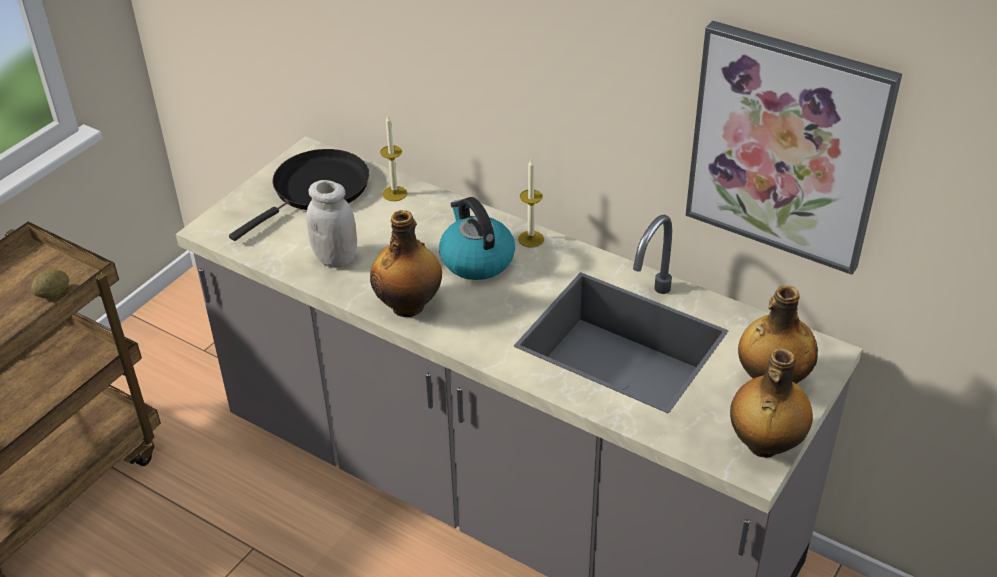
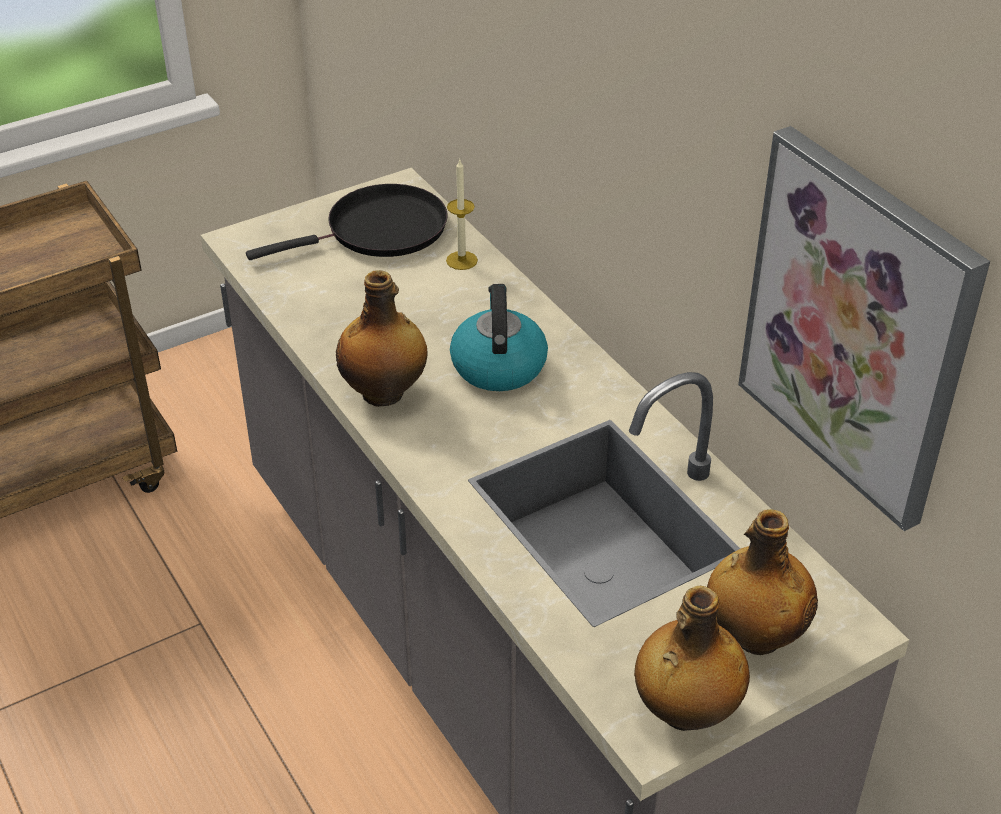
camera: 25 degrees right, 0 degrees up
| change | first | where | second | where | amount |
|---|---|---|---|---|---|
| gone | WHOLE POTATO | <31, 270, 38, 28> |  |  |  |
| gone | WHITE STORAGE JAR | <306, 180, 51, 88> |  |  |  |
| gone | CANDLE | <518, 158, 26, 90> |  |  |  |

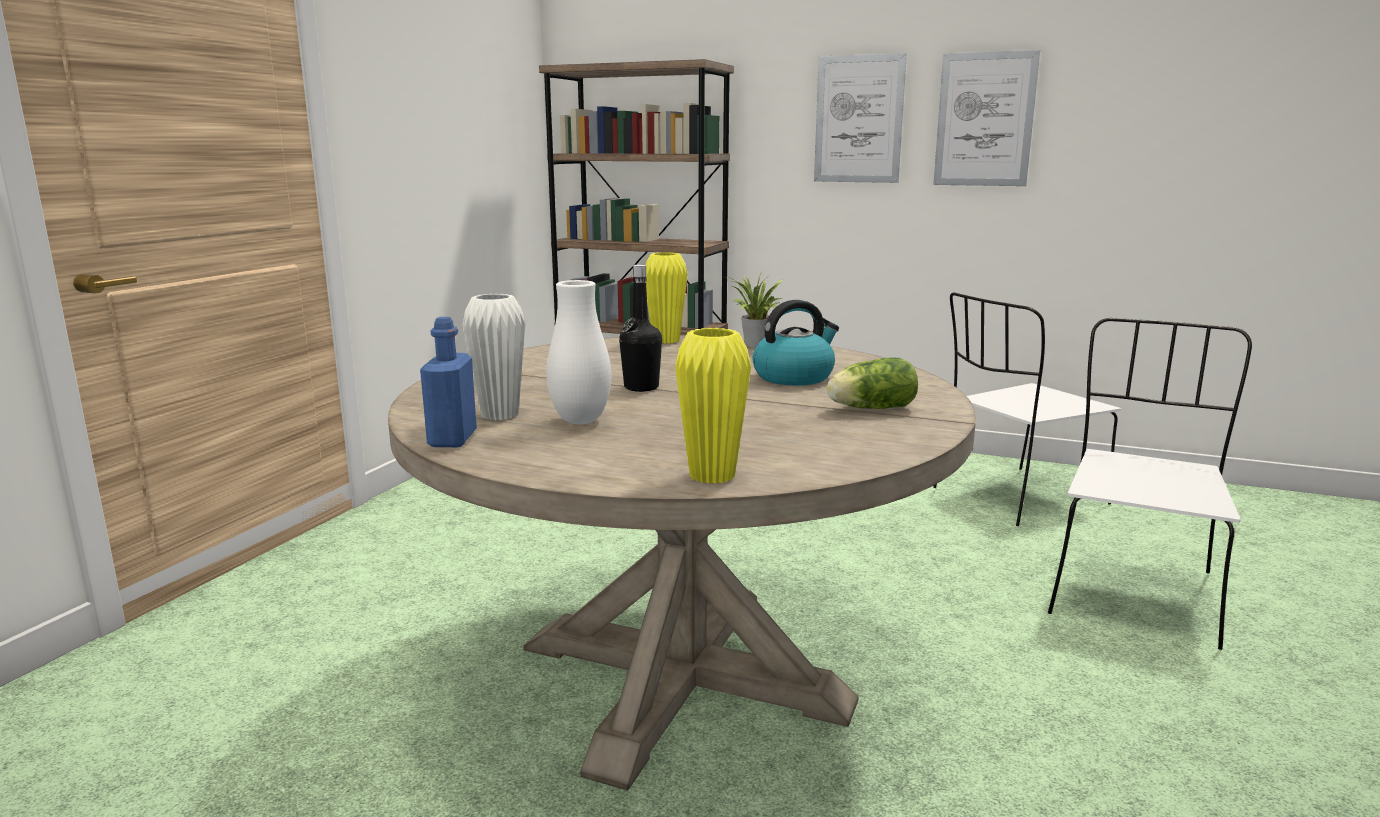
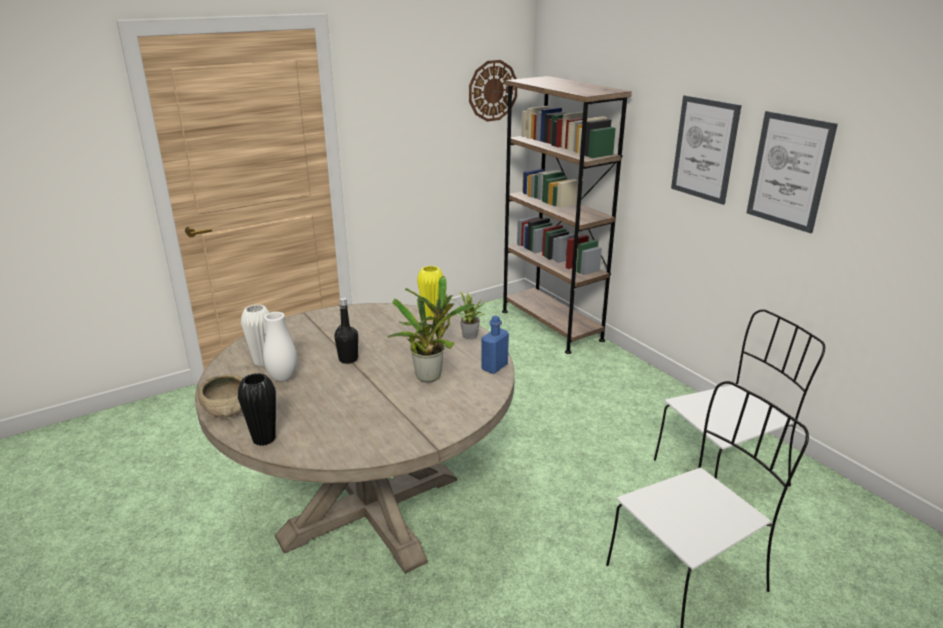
camera: 35 degrees right, 10 degrees up
| change | first | where | second | where | amount |
|---|---|---|---|---|---|
| new |  |  | SAND-COLOURED DEEP DISH | <197, 375, 46, 43> |  |
| repainted | YELLOW-COLOURED FLOWER VASE | <675, 328, 76, 156> | BLACK-COLOURED FLOWER VASE | <238, 373, 38, 73> |  |
| swapped | KETTLE | <752, 300, 87, 86> | PLANT IN A POT | <387, 276, 88, 106> |  |
| new |  |  | HANGING CLOCK | <469, 60, 48, 62> |  |
| shifted | BLUE-COLOURED BOTTLE | <420, 317, 57, 130> |  | <481, 315, 28, 59> |  |
| rotated | WHITE UPRIGHT CHAIR | <933, 292, 188, 234> |  | <654, 309, 171, 178> | 150 degrees clockwise |
| gone | LETTUCE HEAD | <827, 358, 91, 51> |  |  |  |

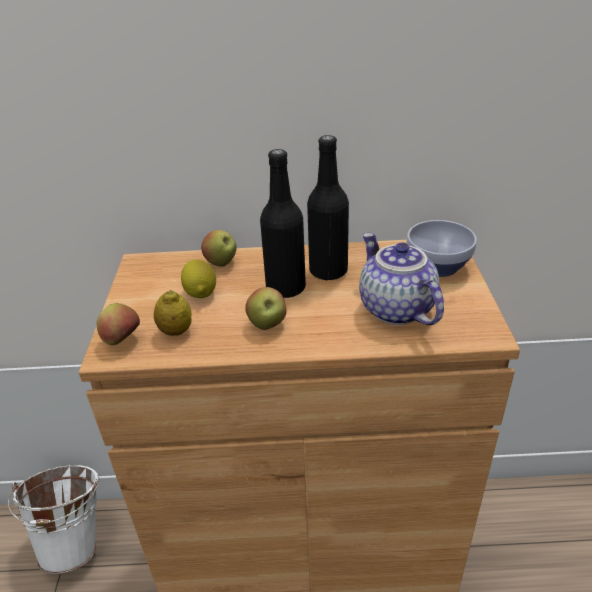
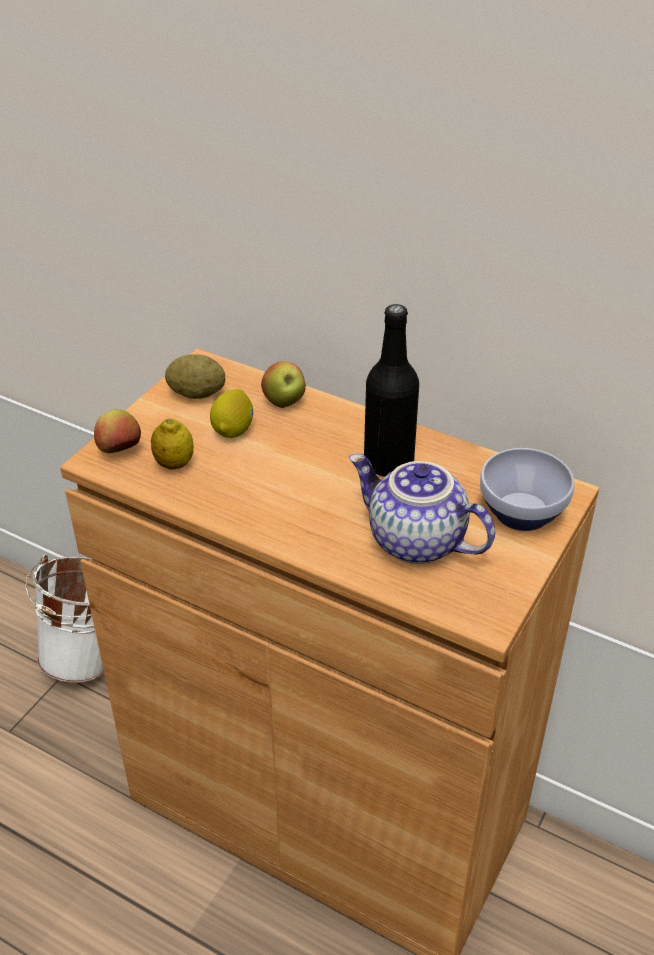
camera: 30 degrees right, 5 degrees up
| change | first | where | second | where | amount |
|---|---|---|---|---|---|
| new |  |  | WHOLE POTATO | <165, 354, 60, 45> |  |
| rotated | POT FOR TEA | <359, 233, 85, 92> |  | <349, 454, 146, 110> | 60 degrees counterclockwise |
| gone | WHOLE APPLE | <245, 287, 42, 43> |  |  |  |
| gone | BLACK-COLOURED BOTTLE | <260, 149, 46, 149> |  |  |  |

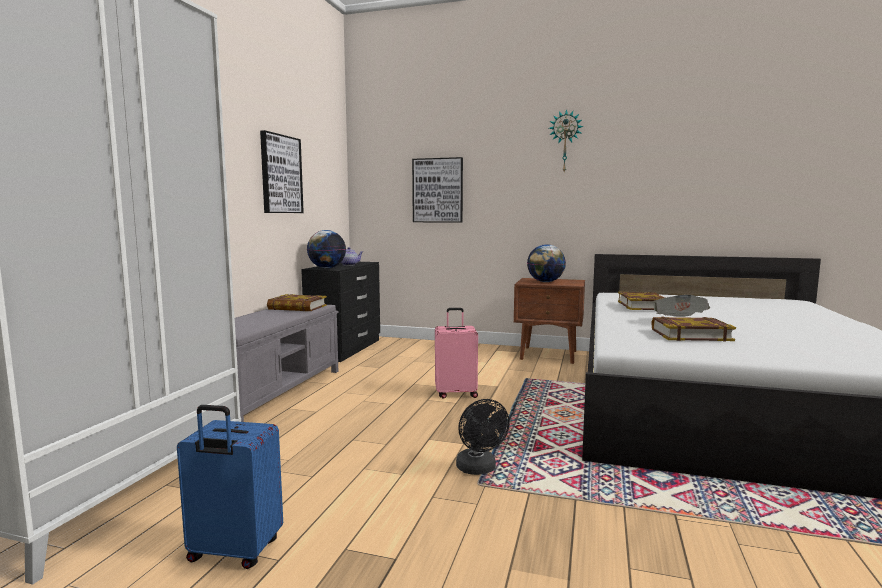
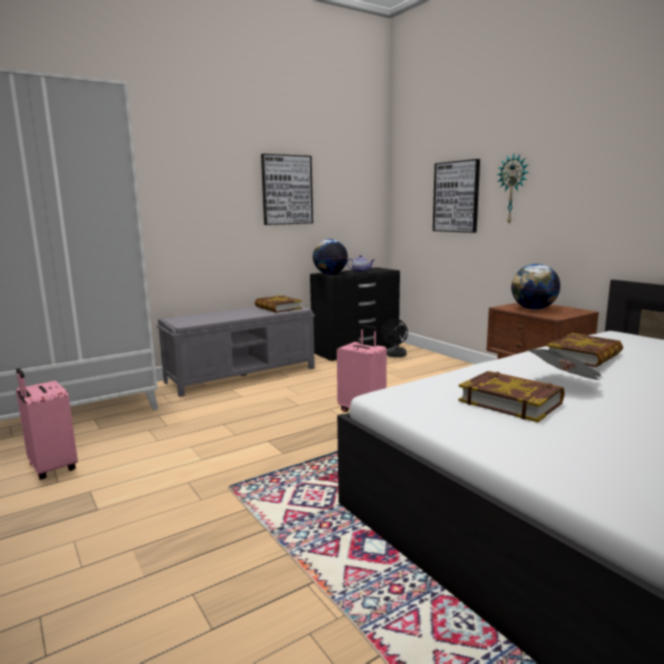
camera: 40 degrees right, 5 degrees up
| change | first | where | second | where | amount |
|---|---|---|---|---|---|
| repainted | BLUE-COLOURED TRAVEL CASE | <177, 405, 106, 164> | PINK TRAVEL CASE | <16, 368, 62, 112> |  |
| shifted | BLACK-COLOURED ELECTRIC FAN | <456, 399, 54, 76> |  | <381, 318, 27, 39> |  |
| shifted | HANGING CLOCK | <549, 109, 35, 63> |  | <497, 154, 32, 69> |  |

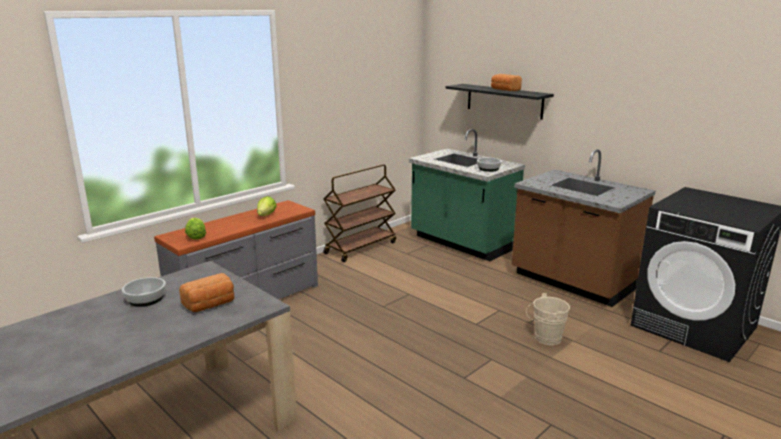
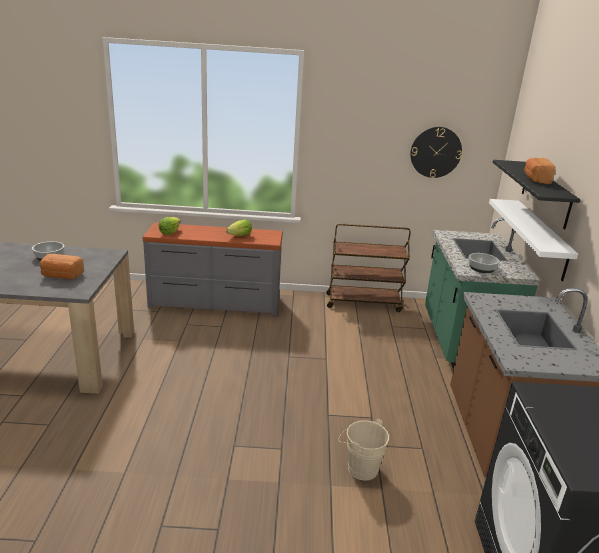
camera: 45 degrees right, 5 degrees up
| change | first | where | second | where | amount |
|---|---|---|---|---|---|
| new |  |  | HANGING CLOCK | <410, 127, 52, 51> |  |
| new |  |  | WHITE SHELF | <489, 199, 89, 82> |  |

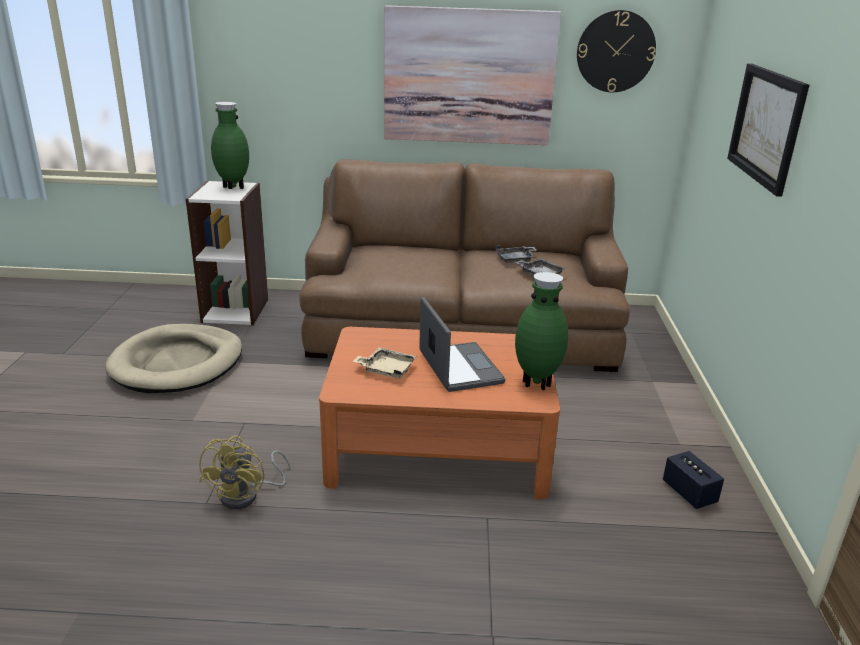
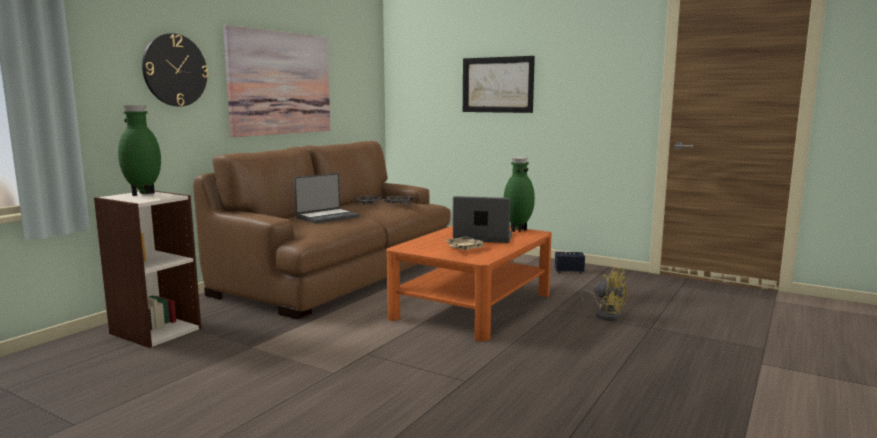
camera: 60 degrees left, 15 degrees down
| change | first | where | second | where | amount |
|---|---|---|---|---|---|
| shifted | HANGING CLOCK | <577, 10, 79, 82> |  | <142, 33, 66, 73> |  |
| new |  |  | PORTABLE COMPUTER | <294, 173, 66, 51> |  |
| shifted | YELLOW-COLOURED ELECTRIC FAN | <199, 435, 91, 74> |  | <580, 266, 47, 55> |  |
| gone | SAND-COLOURED DOG BED | <105, 324, 137, 69> |  |  |  |

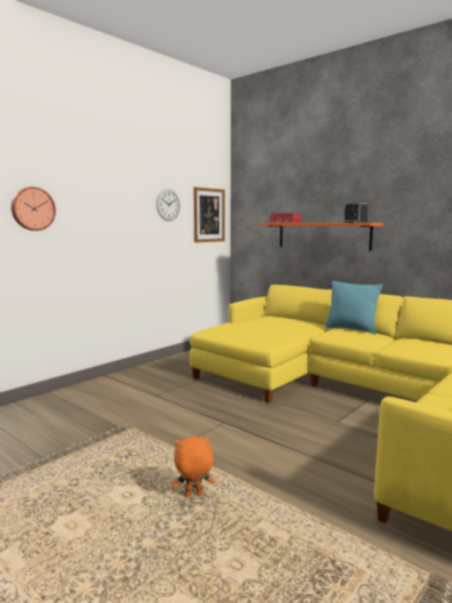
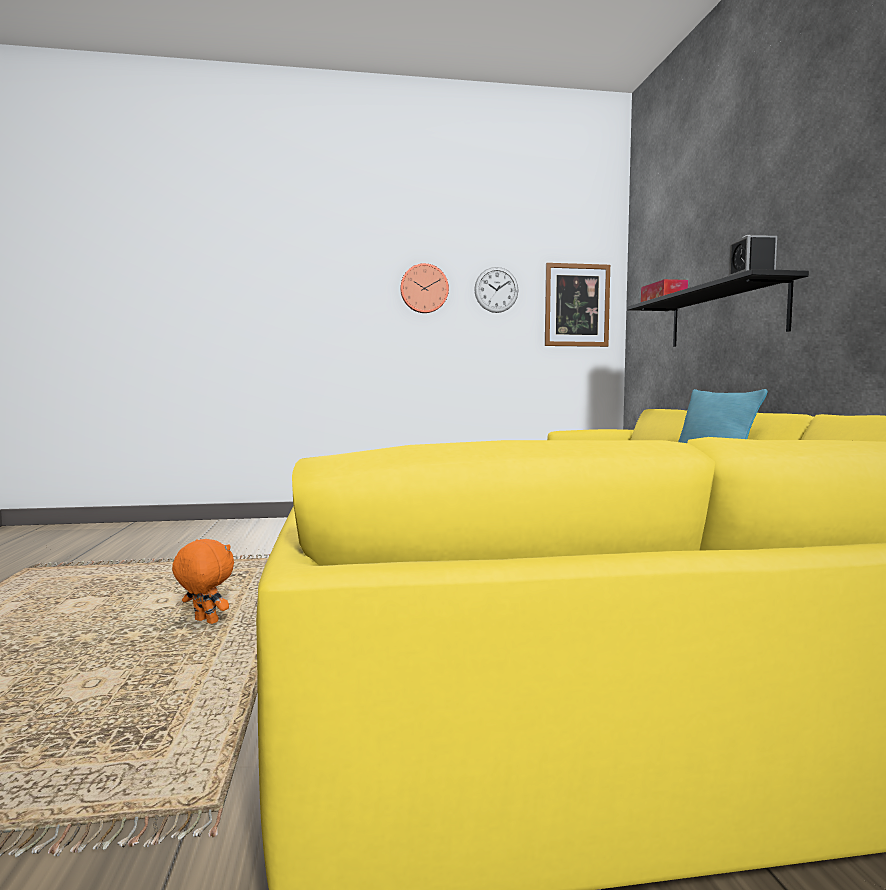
camera: 40 degrees right, 5 degrees down
| change | first | where | second | where | amount |
|---|---|---|---|---|---|
| shifted | HANGING CLOCK | <11, 187, 45, 44> |  | <400, 263, 49, 50> |  |
| repainted | ORANGE-COLOURED SHELF | <259, 223, 124, 28> | BLACK-COLOURED SHELF | <627, 269, 182, 78> |  |

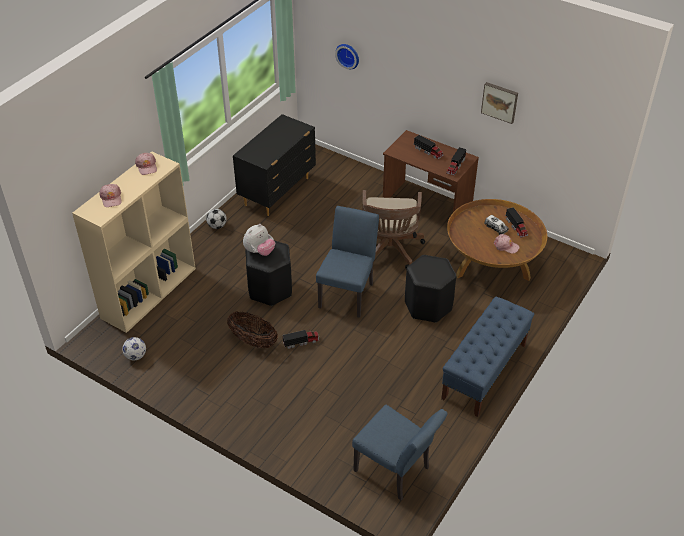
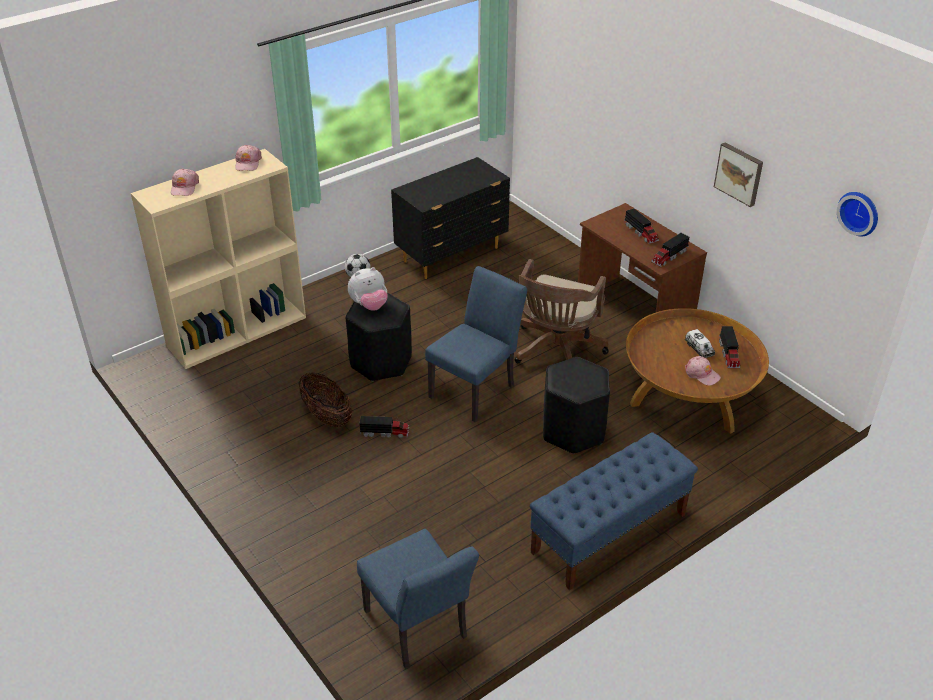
camera: 20 degrees right, 5 degrees down
| change | first | where | second | where | amount |
|---|---|---|---|---|---|
| shifted | HANGING CLOCK | <335, 44, 24, 25> |  | <837, 192, 41, 45> |  |
| gone | FOOTBALL | <122, 337, 24, 23> |  |  |  |

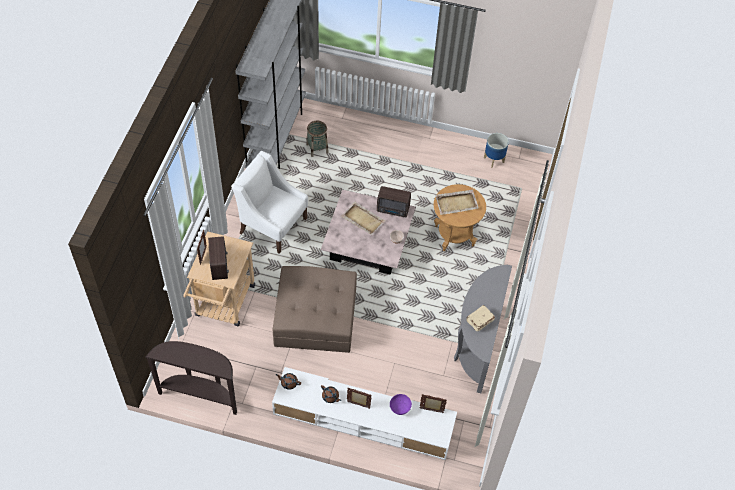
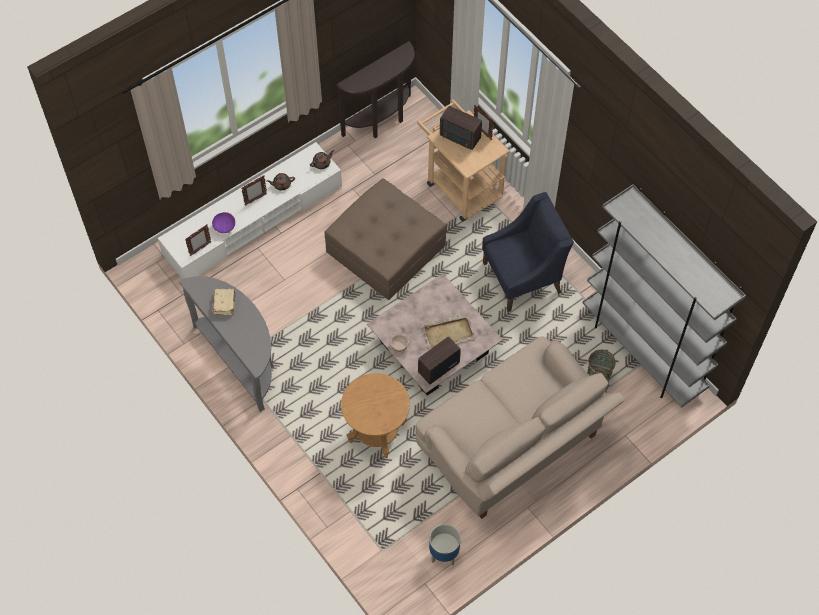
camera: 130 degrees right, 5 degrees up
| change | first | where | second | where | amount |
|---|---|---|---|---|---|
| new |  |  | SAND-COLOURED SETTEE | <415, 336, 210, 183> |  |
| repainted | WHITE LOUNGE CHAIR | <231, 151, 77, 103> | BLUE-COLOURED LOUNGE CHAIR | <482, 192, 92, 120> |  |
| gone | SAND-COLOURED CARRYING TRAY | <435, 189, 44, 26> |  |  |  |

